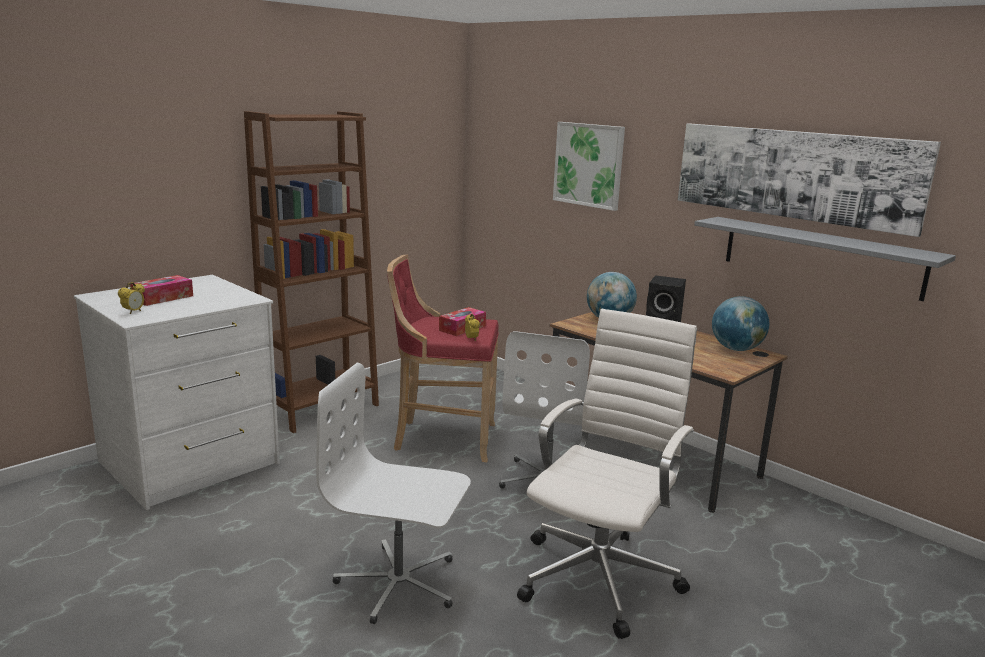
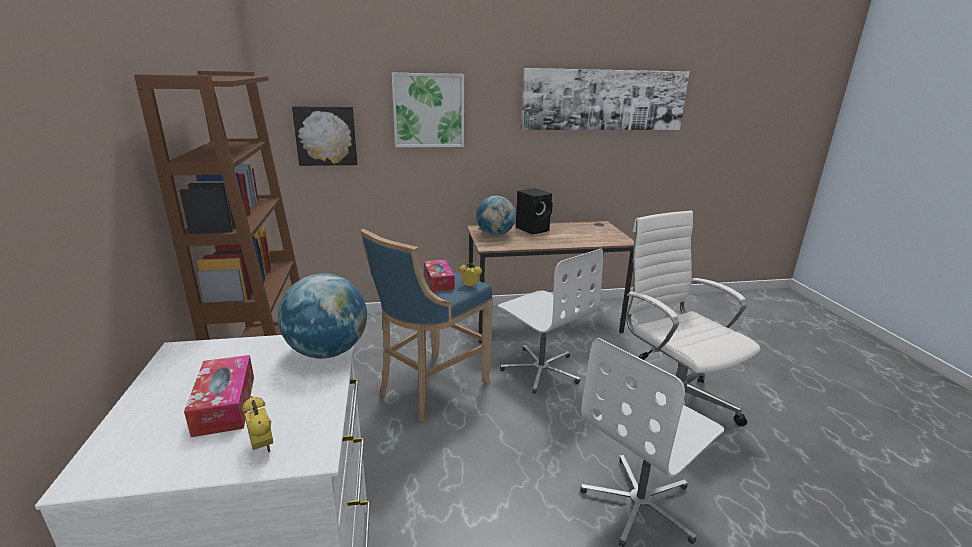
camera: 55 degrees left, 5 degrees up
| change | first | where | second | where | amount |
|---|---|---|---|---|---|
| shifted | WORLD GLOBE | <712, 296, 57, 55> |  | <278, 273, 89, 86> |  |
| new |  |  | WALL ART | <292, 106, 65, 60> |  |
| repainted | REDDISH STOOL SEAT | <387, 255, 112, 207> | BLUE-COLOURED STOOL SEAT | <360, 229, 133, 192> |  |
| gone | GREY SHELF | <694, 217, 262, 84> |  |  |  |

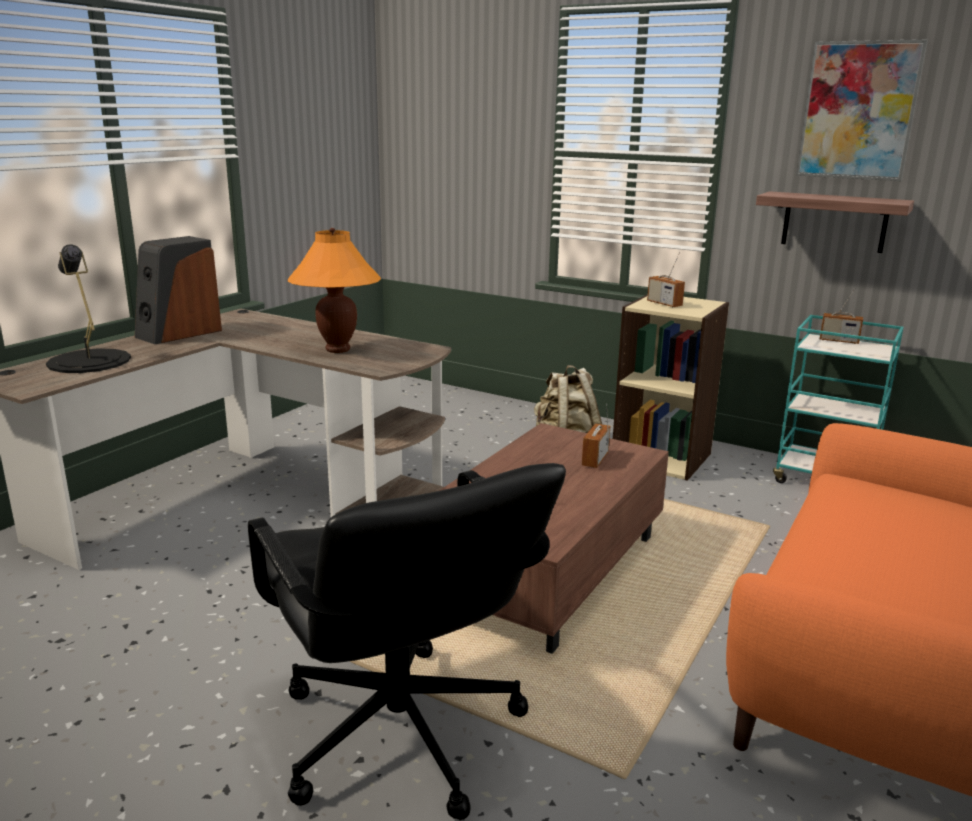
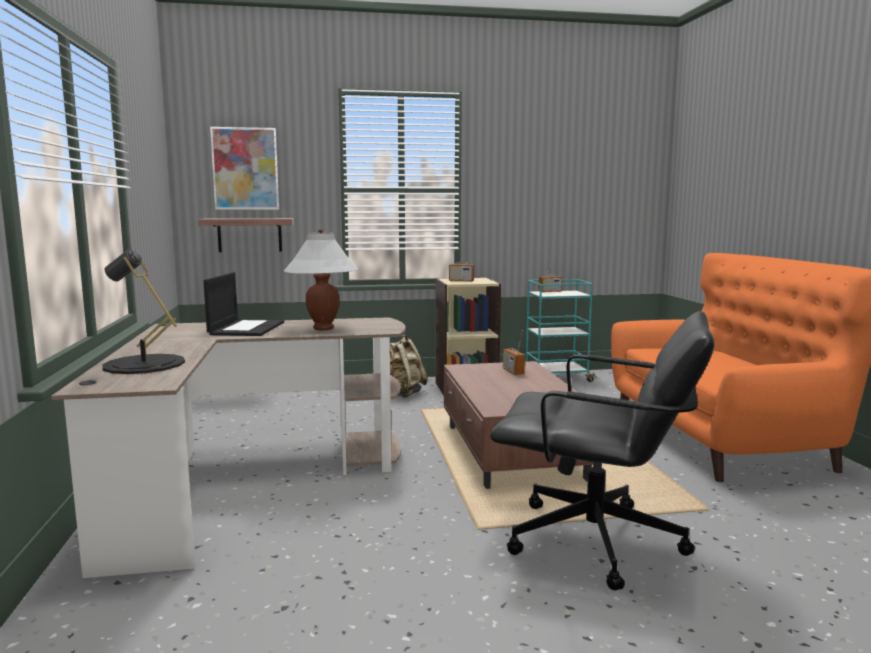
camera: 40 degrees left, 10 degrees down
| change | first | where | second | where | amount |
|---|---|---|---|---|---|
| shifted | SHELF | <756, 191, 158, 62> |  | <198, 218, 96, 34> |  |
| new |  |  | PORTABLE COMPUTER | <204, 272, 80, 64> |  |
| shifted | WALL ART | <796, 39, 132, 142> |  | <210, 127, 69, 83> |  |
| repainted | ORANGE-COLOURED TABLETOP LAMP | <288, 228, 93, 125> | WHITE TABLETOP LAMP | <284, 229, 75, 101> |  |
| gone | LOUDSPEAKER | <135, 236, 87, 108> |  |  |  |

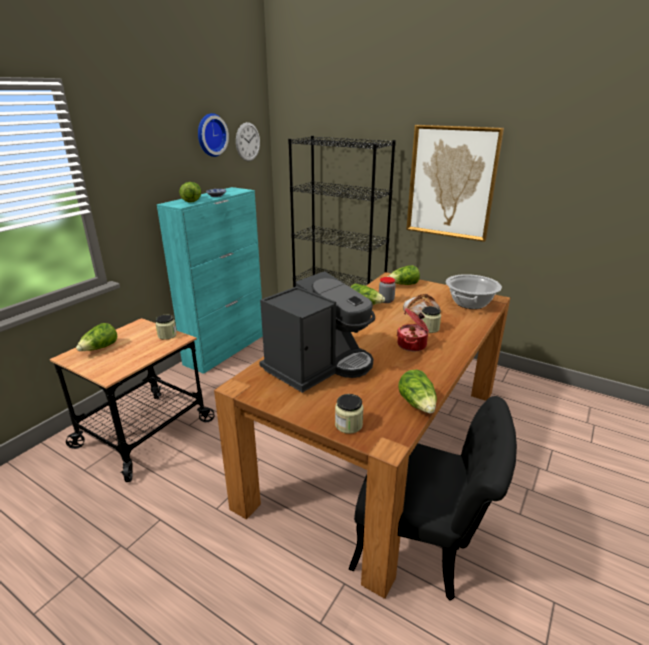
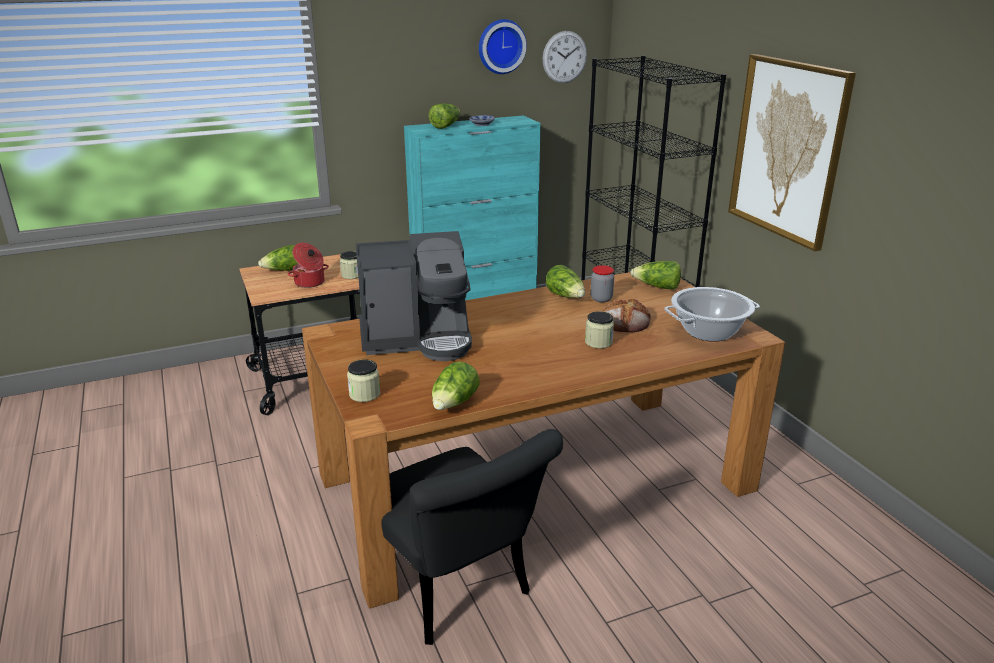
camera: 35 degrees right, 0 degrees up
| change | first | where | second | where | amount |
|---|---|---|---|---|---|
| shifted | STOCKPOT | <397, 308, 32, 43> |  | <288, 243, 41, 45> |  |

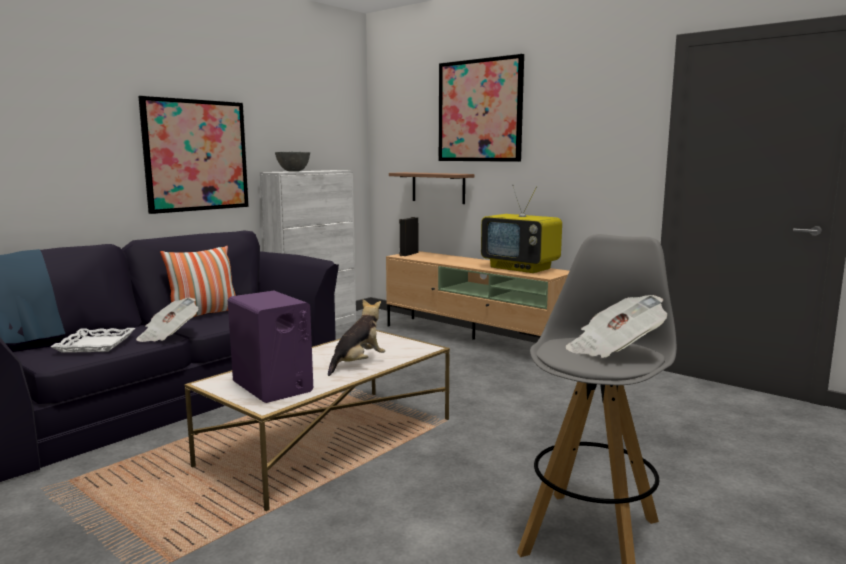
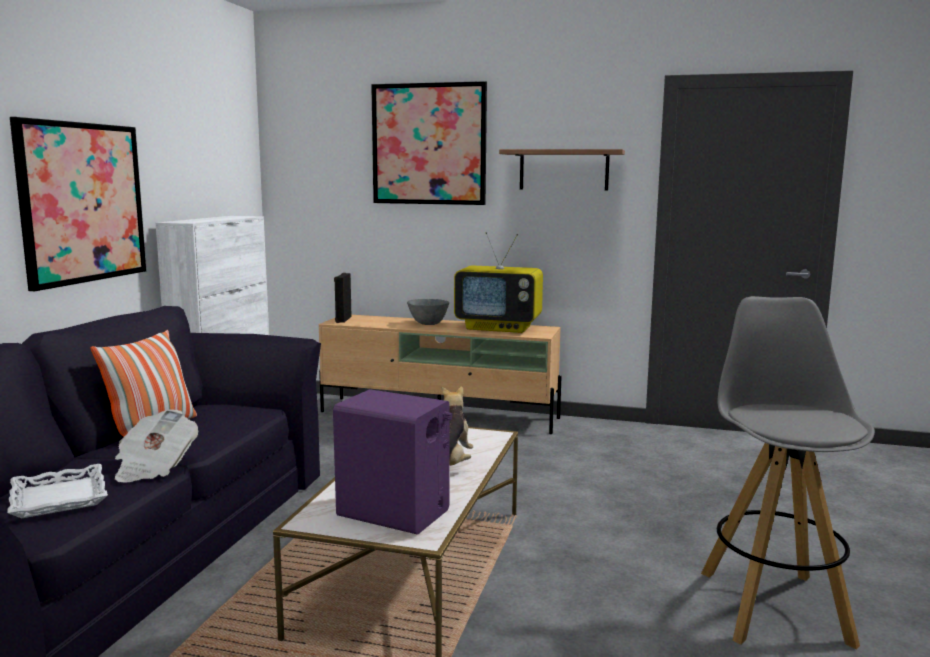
camera: 25 degrees left, 0 degrees up
| change | first | where | second | where | amount |
|---|---|---|---|---|---|
| shifted | GREY DEEP DISH | <275, 152, 35, 20> |  | <407, 299, 42, 26> |  |
| shifted | SHELF | <389, 172, 85, 32> |  | <499, 149, 126, 42> |  |
| gone | PRINTED PAPER | <566, 295, 101, 63> |  |  |  |

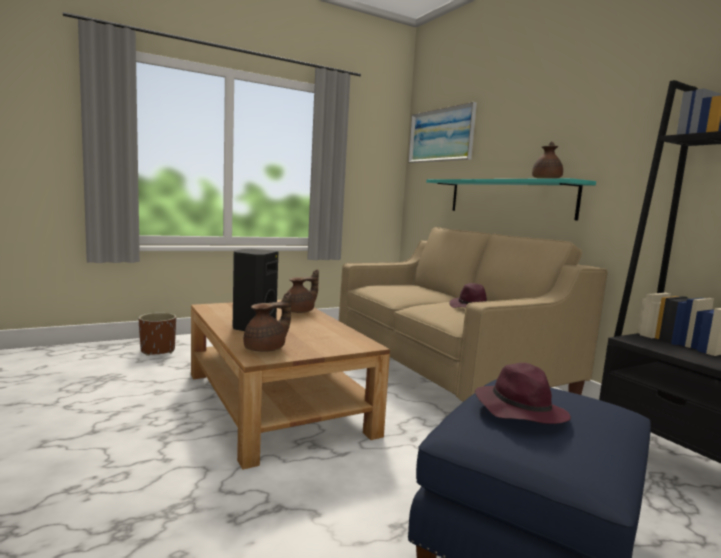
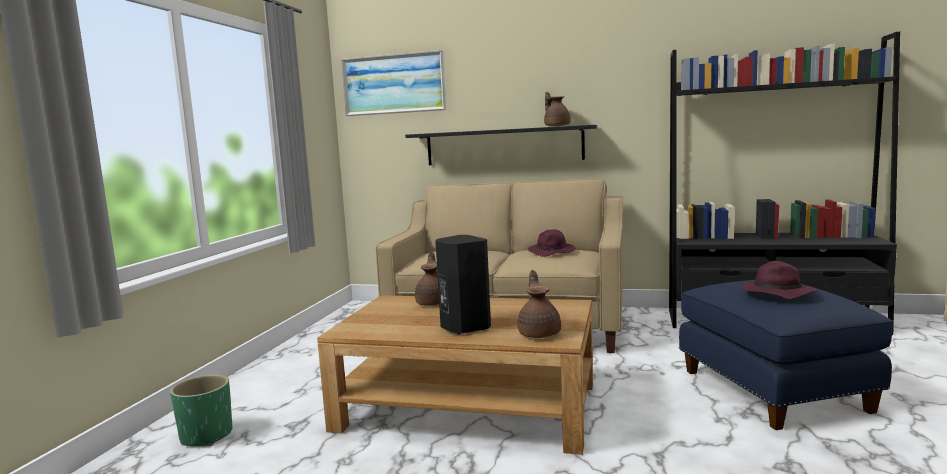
camera: 45 degrees left, 0 degrees up
| change | first | where | second | where | amount |
|---|---|---|---|---|---|
| repainted | BROWN-COLOURED FLOWER POT | <139, 313, 37, 43> | GREEN-COLOURED FLOWER POT | <170, 374, 62, 72> |  |
| repainted | BLUE-GREEN SHELF | <426, 178, 170, 43> | BLACK-COLOURED SHELF | <405, 125, 192, 40> |  |

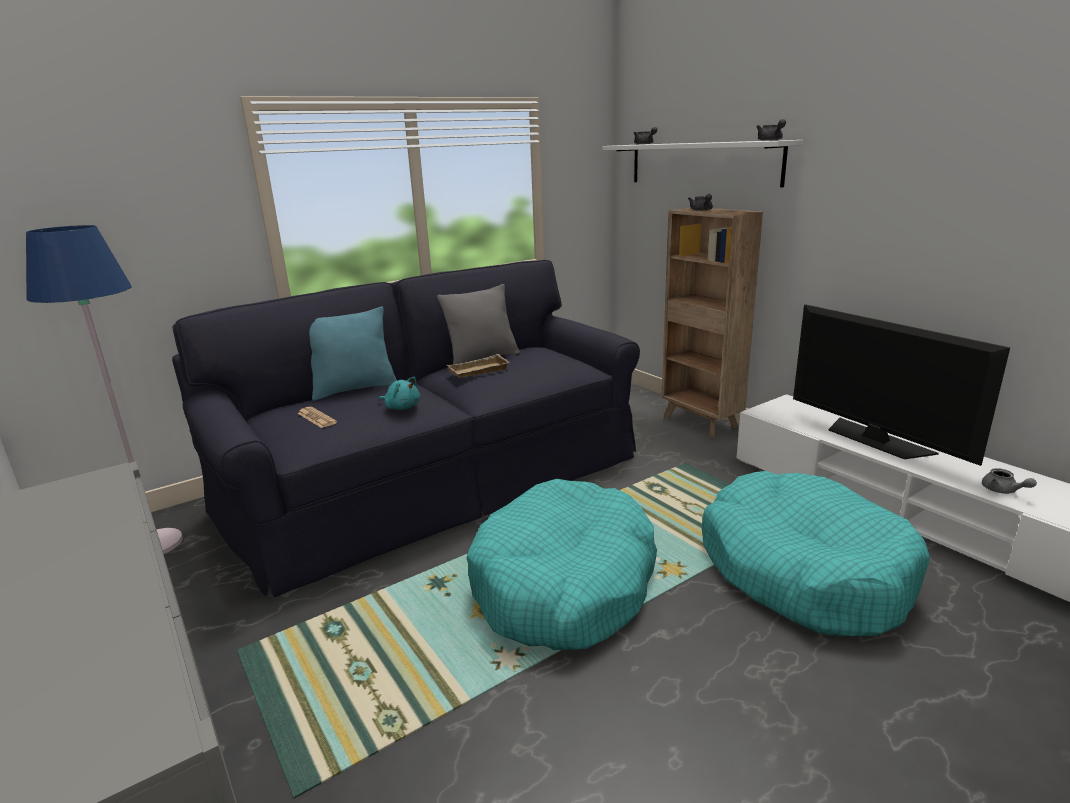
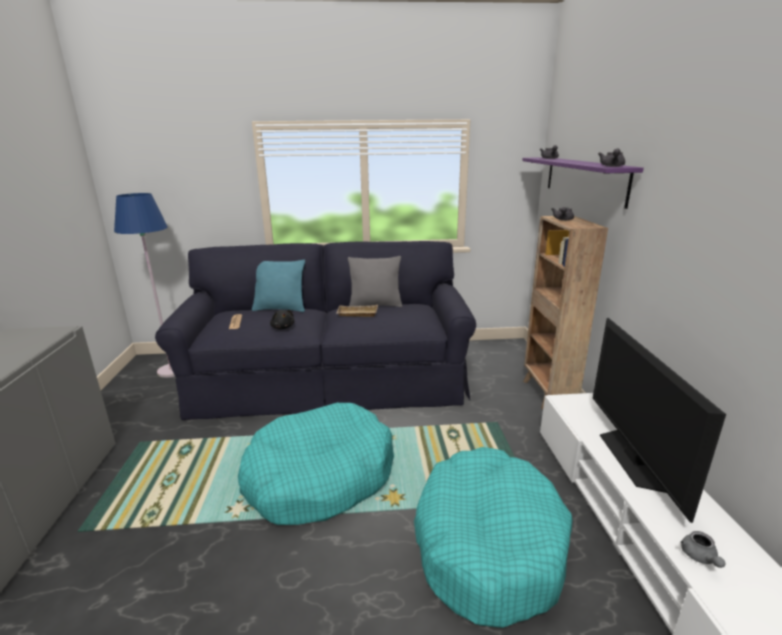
camera: 30 degrees right, 0 degrees up
| change | first | where | second | where | amount |
|---|---|---|---|---|---|
| repainted | BLUE-GREEN CUDDLY TOY | <379, 377, 41, 33> | BLACK-COLOURED CUDDLY TOY | <270, 310, 24, 19> |  |
| repainted | WHITE SHELF | <603, 140, 200, 47> | PURPLE SHELF | <522, 157, 122, 52> |  |

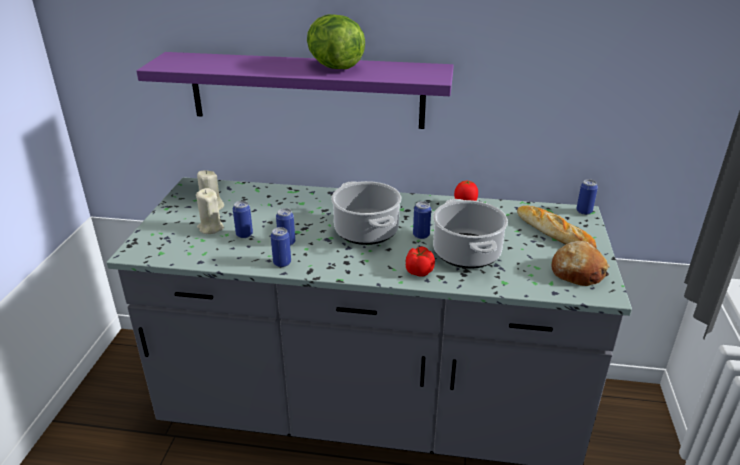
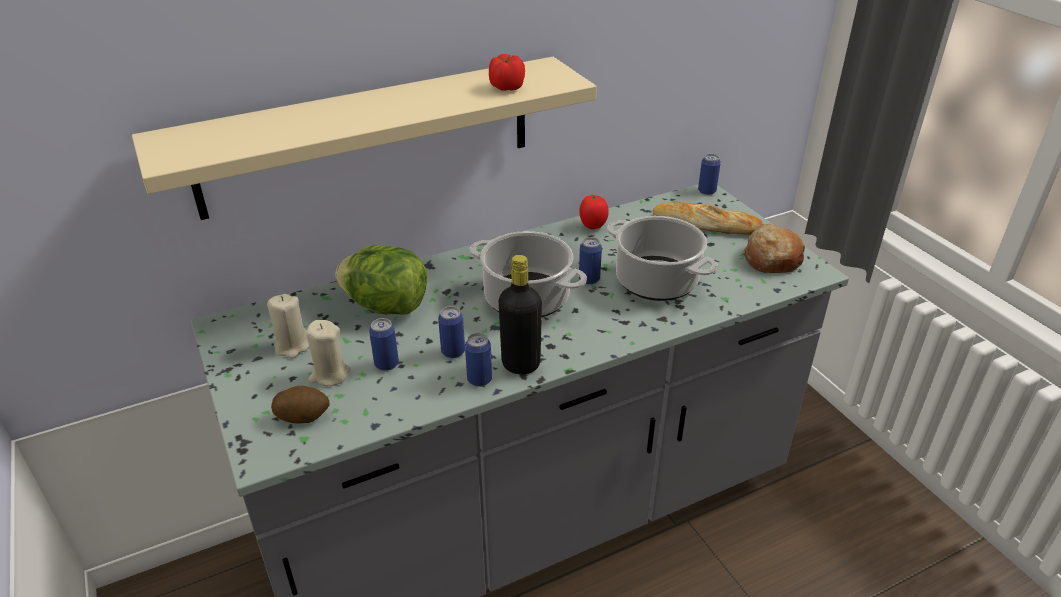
camera: 35 degrees left, 5 degrees up
| change | first | where | second | where | amount |
|---|---|---|---|---|---|
| repainted | PURPLE SHELF | <136, 52, 318, 77> | SAND-COLOURED SHELF | <132, 57, 465, 163> |  |
| new |  |  | WHOLE POTATO | <271, 386, 59, 38> |  |
| shifted | LETTUCE HEAD | <307, 14, 58, 55> |  | <335, 245, 92, 70> |  |
| shifted | FRESH TOMATO | <406, 247, 29, 29> |  | <489, 54, 36, 37> |  |
| new |  |  | BLACK-COLOURED BOTTLE | <499, 255, 43, 119> |  |

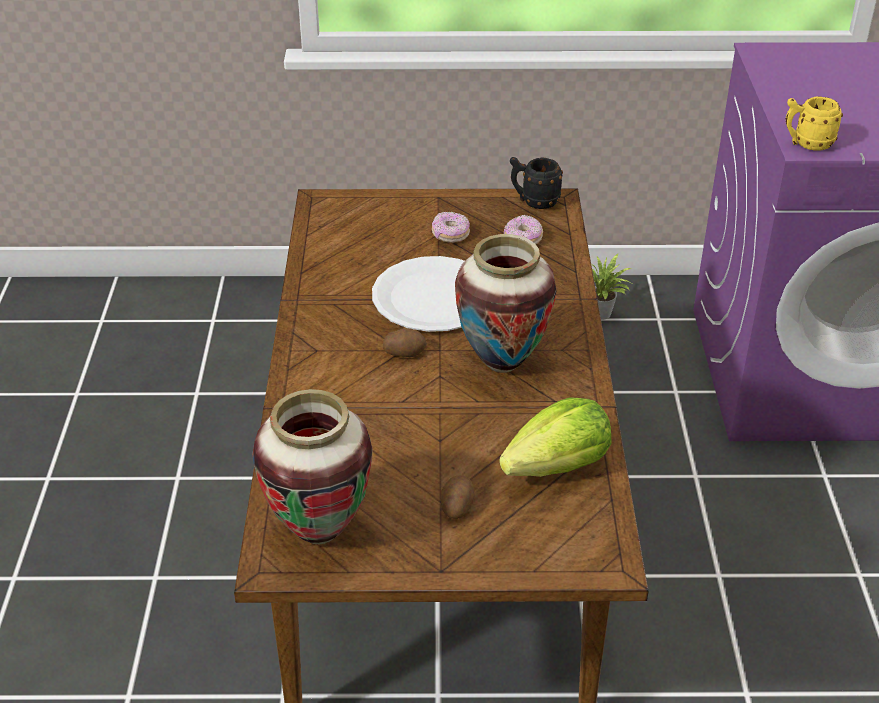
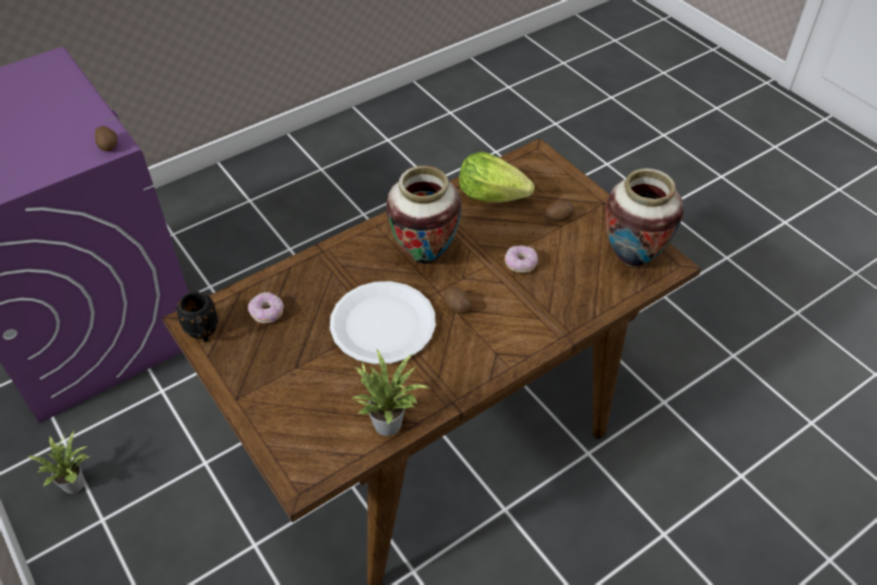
camera: 125 degrees left, 10 degrees up
| change | first | where | second | where | amount |
|---|---|---|---|---|---|
| swapped | YELLOW-COLOURED TEA MUG | <786, 96, 57, 55> | WHOLE POTATO | <95, 126, 22, 25> |  |
| new |  |  | PLANT IN A POT | <350, 349, 78, 87> |  |
| shifted | RING DOUGHNUT | <432, 212, 38, 31> |  | <505, 245, 33, 28> |  |

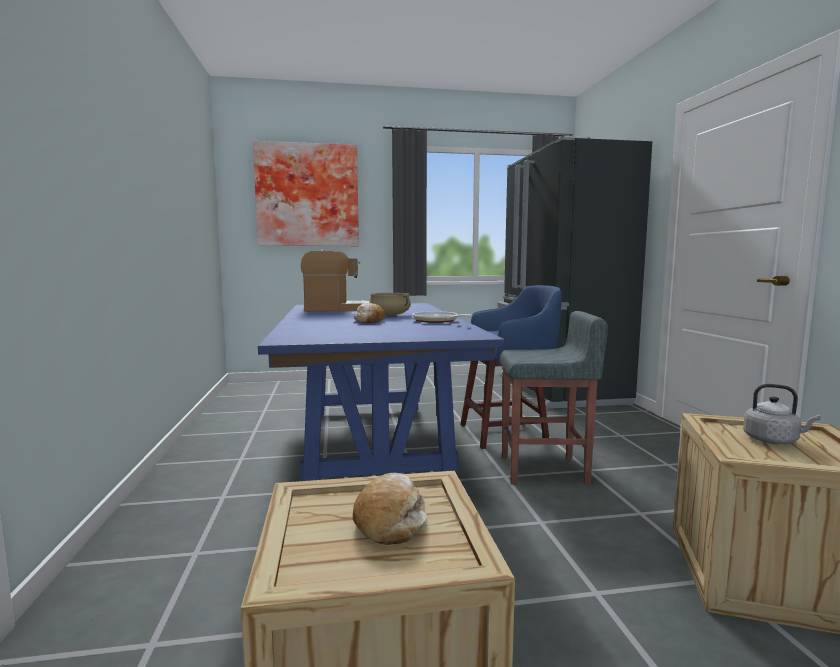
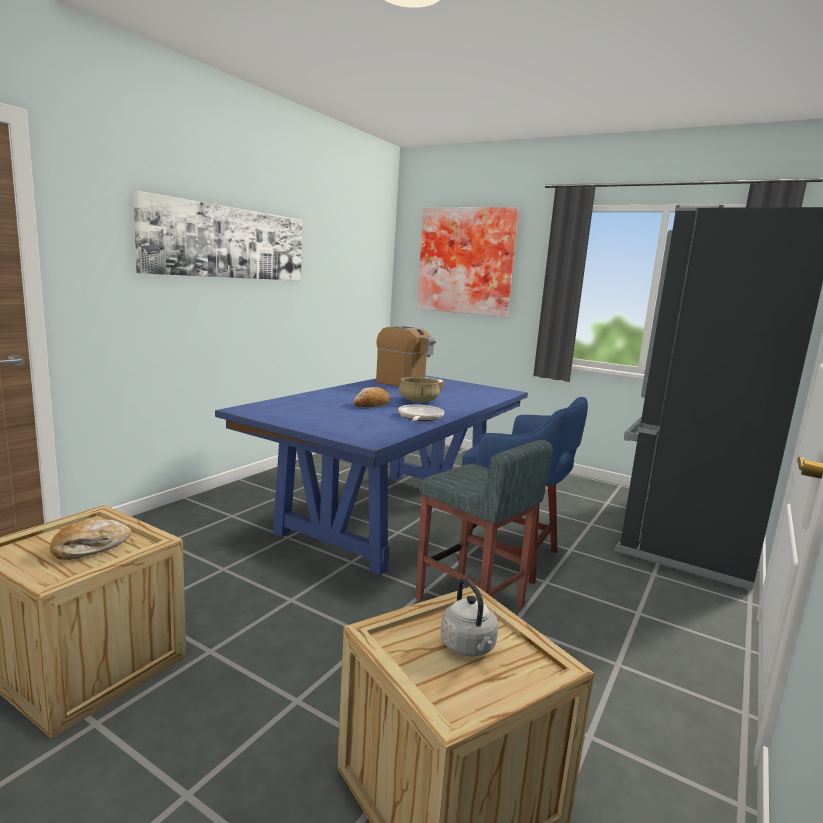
camera: 40 degrees right, 5 degrees up
| change | first | where | second | where | amount |
|---|---|---|---|---|---|
| new |  |  | WALL ART | <133, 190, 169, 91> |  |

